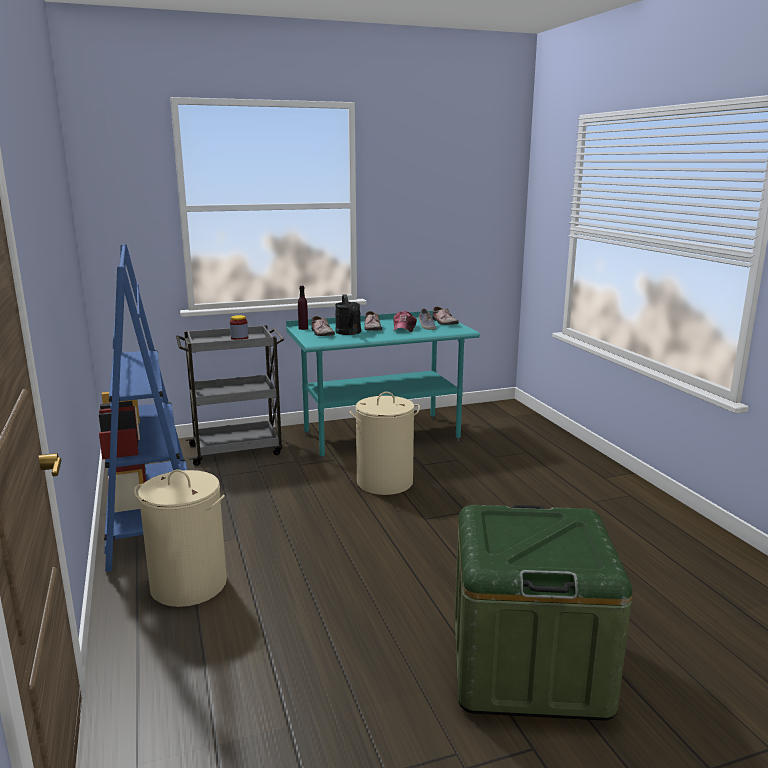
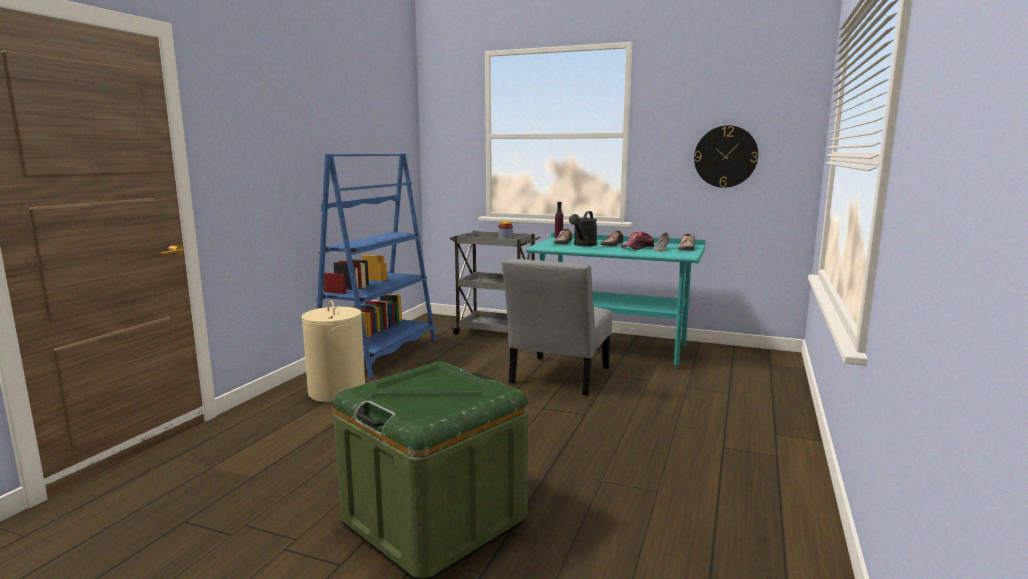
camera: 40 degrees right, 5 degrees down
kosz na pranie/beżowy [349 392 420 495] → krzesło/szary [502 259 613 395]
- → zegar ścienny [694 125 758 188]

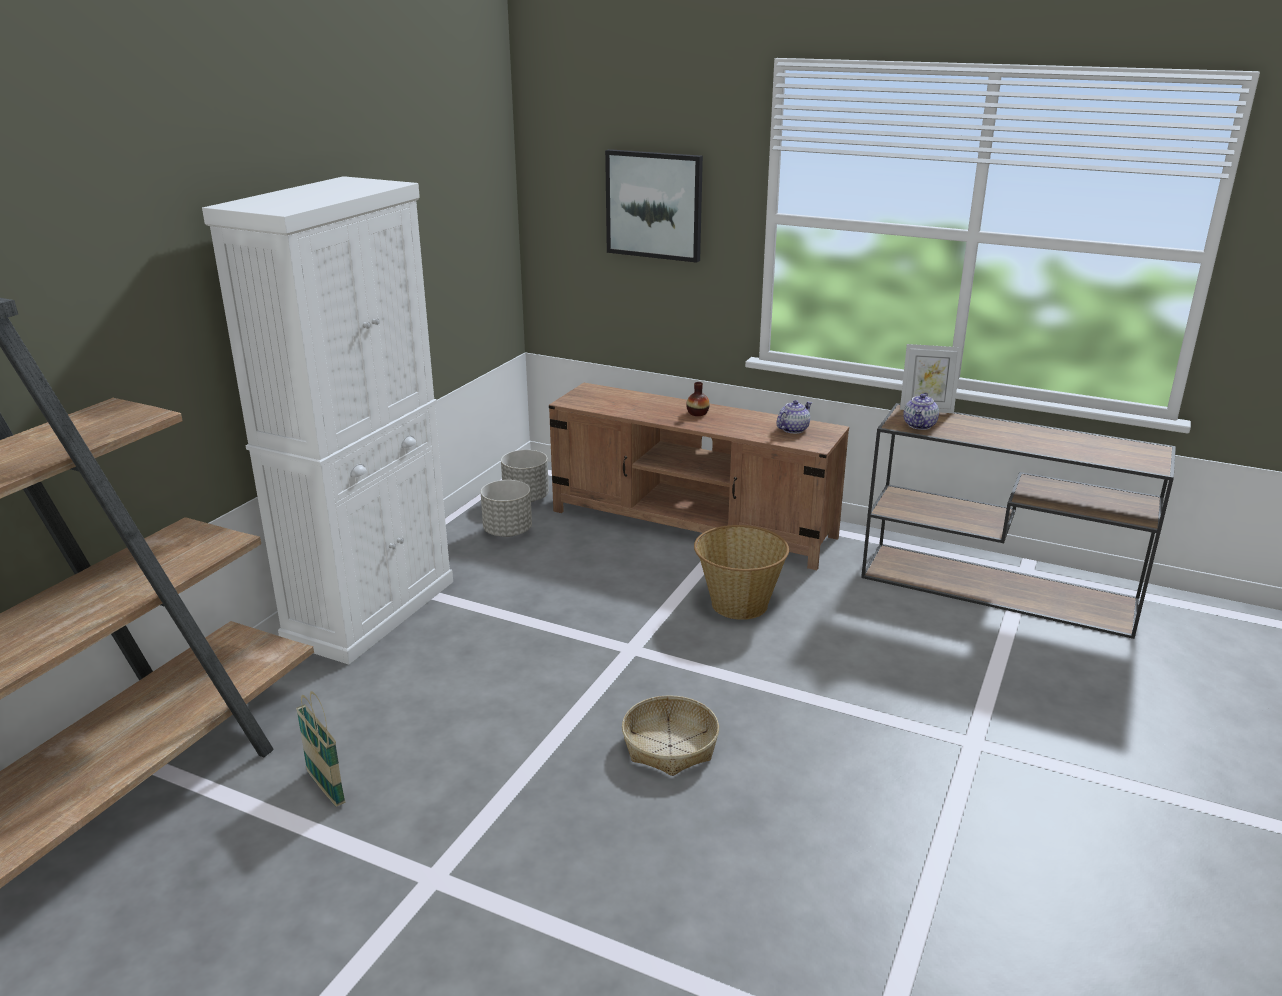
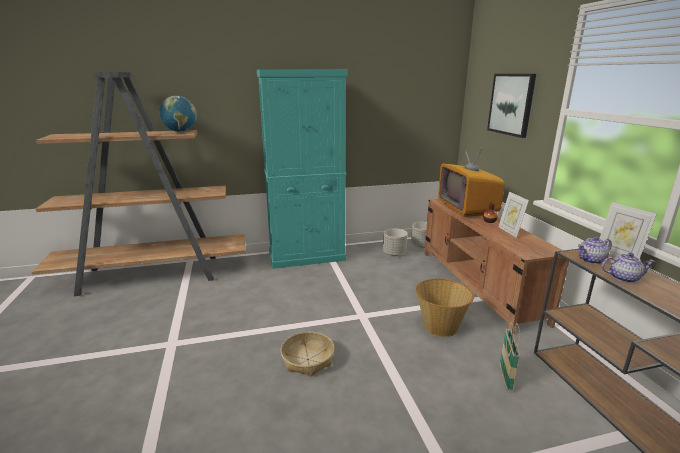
camera: 50 degrees right, 5 degrees down
szafka/biały [202 176 453 665] → szafka/turkusowy [257 69 348 269]
koszyk [296 691 345 807] → koszyk [500 323 520 391], shifted
imbryk [777 400 812 434] → imbryk [601 253 655 283], shifted
- → globus [159 96 197 132]
- → telewizor [438 145 505 217]
- → ramka na zdjęcie [499 192 529 238]

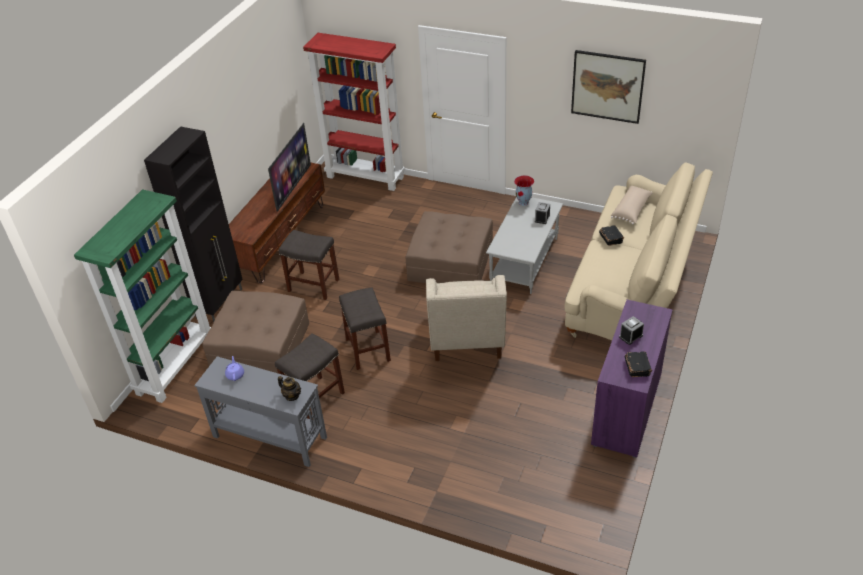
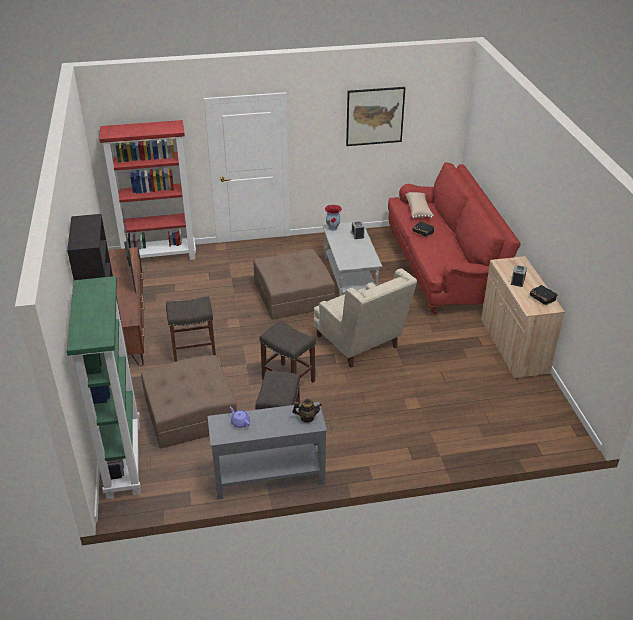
camera: 35 degrees left, 5 degrees down
kanapa/beżowy [565 162 713 340] → kanapa/czerwony [388 162 521 315]
szafka/fioletowy [591 300 673 458] → szafka/beżowy [481 256 565 379]

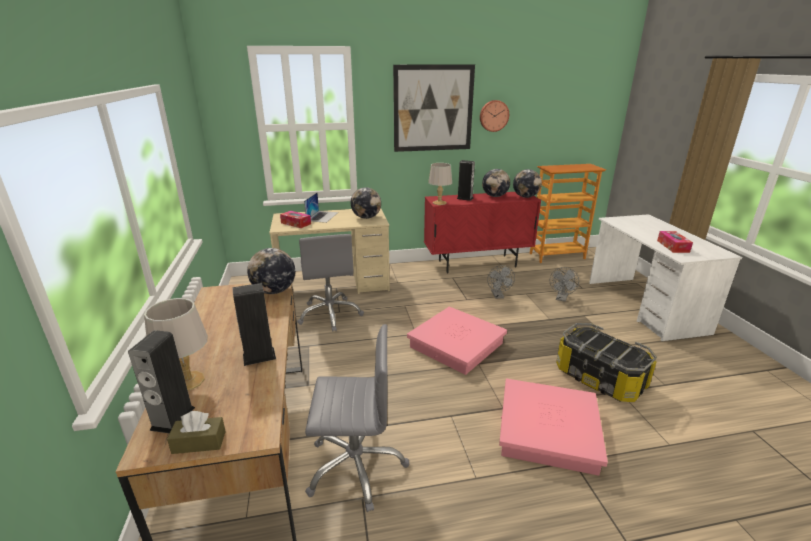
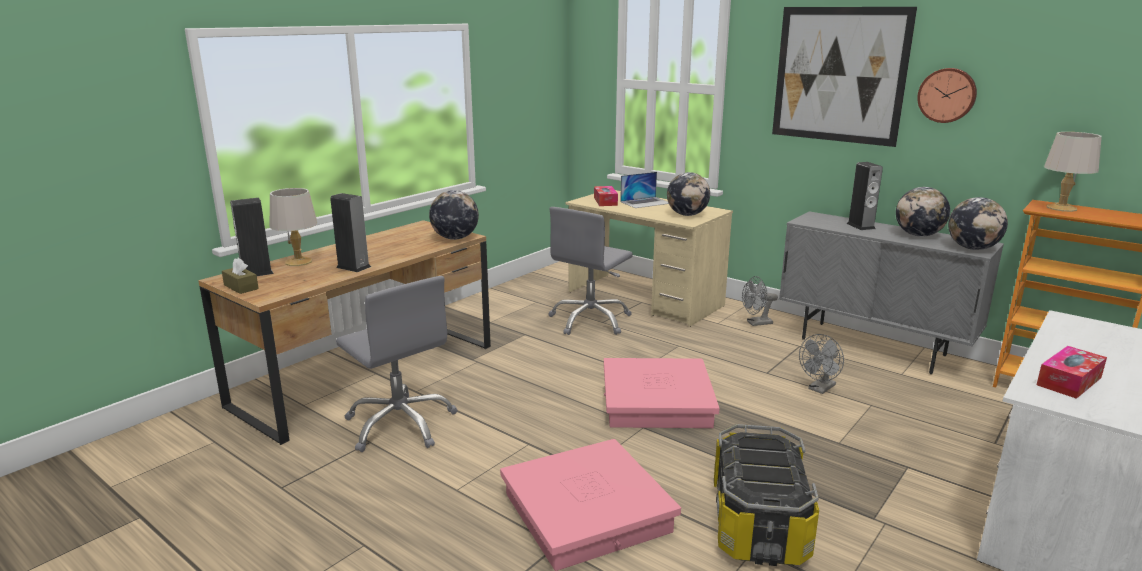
camera: 50 degrees right, 5 degrees down
szafka/czerwony [424 192 541 273] → szafka/szary [779 211 1004 374]
lampa stołowa/szary [428 163 452 205] → lampa stołowa/szary [1044 132 1102 212], shifted
wentylator/szary [550 267 579 302] → wentylator/szary [742 276 778 326], shifted

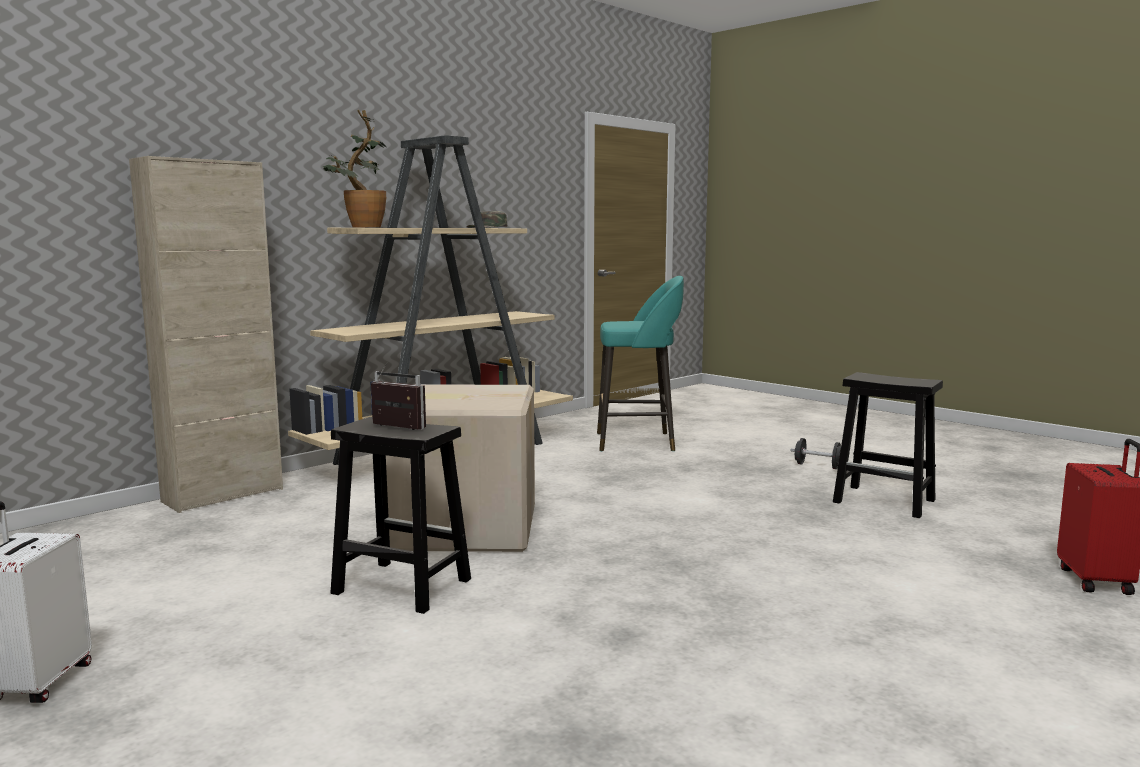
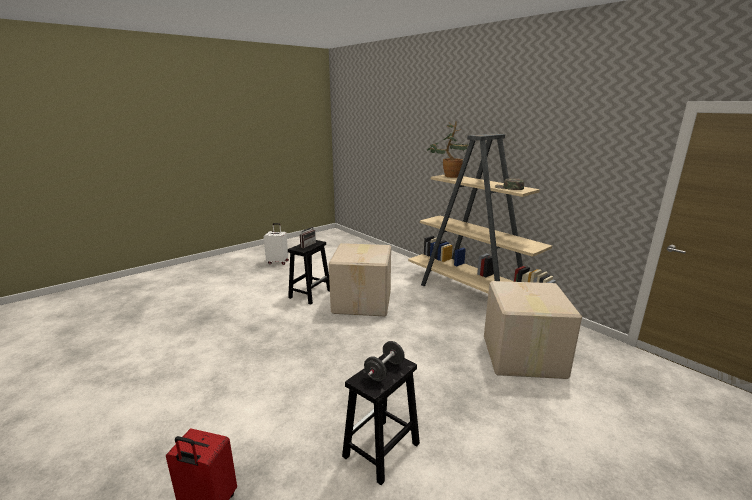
camera: 95 degrees right, 10 degrees up
szafka/beżowy [129 156 283 513] → -
stołek/turkusowy [597 276 684 451] → karton [484 281 582 379]
hantel/czarny [791 438 841 469] → hantel/czarny [364 341 405 381], shifted

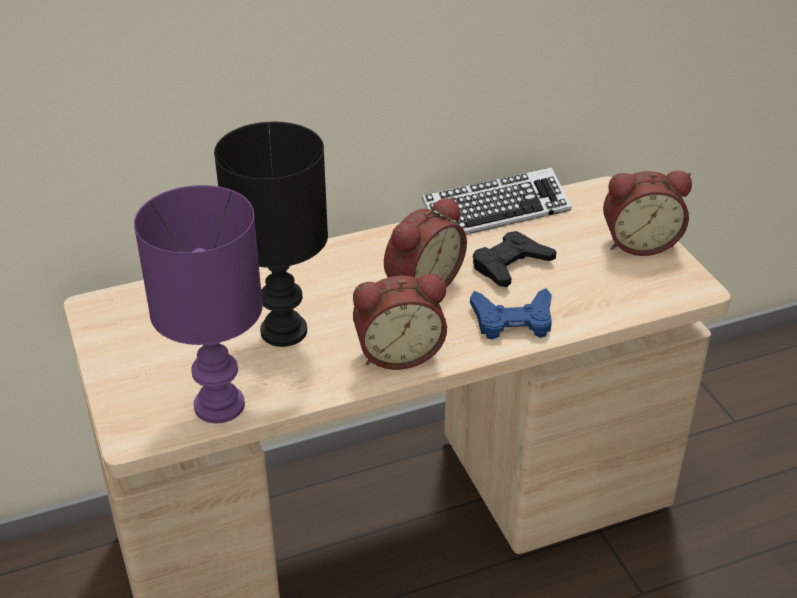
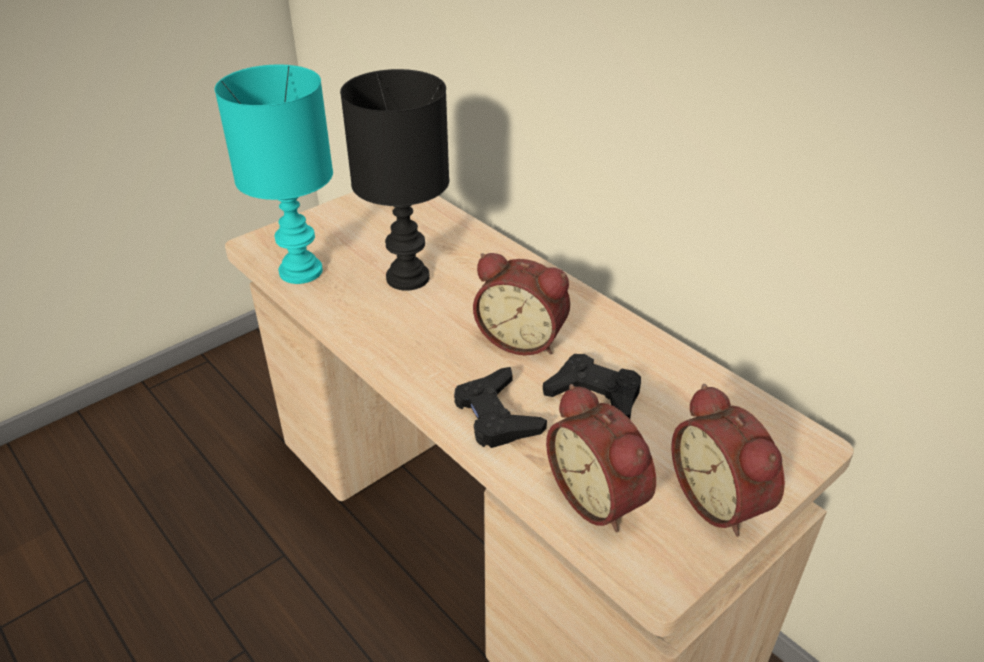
camera: 70 degrees right, 0 degrees up
lampa stołowa/fioletowy [134 185 263 423] → lampa stołowa/turkusowy [215 65 333 284]
budzik [353 274 447 370] → budzik [546 384 656 533], shifted
klawiatura [422 167 572 235] → -
pad do gier/niebieski [470 288 552 340] → pad do gier/czarny [454 367 547 448]

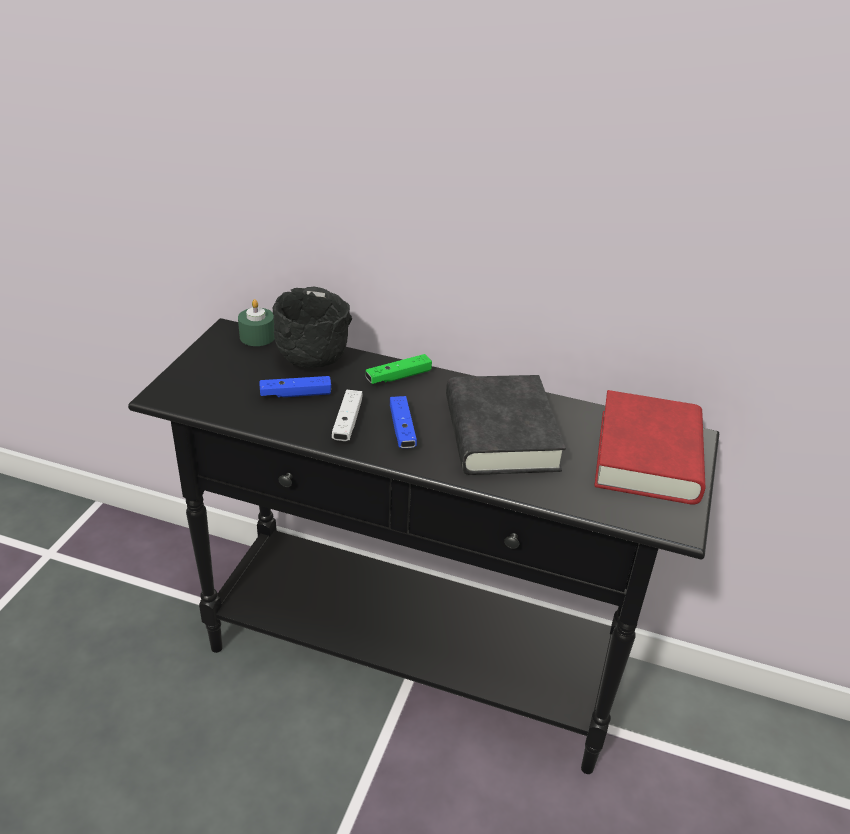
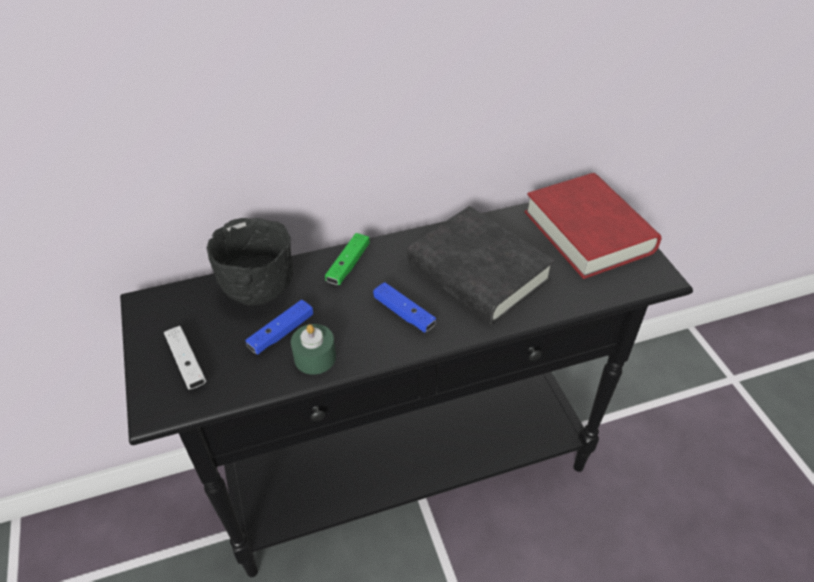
camera: 35 degrees left, 10 degrees up
świeca/zielony [238 299 275 346] → świeca/zielony [291 324 336 375], shifted
pad do gier/biały [332 390 362 441] → pad do gier/biały [164 326 207 390], shifted

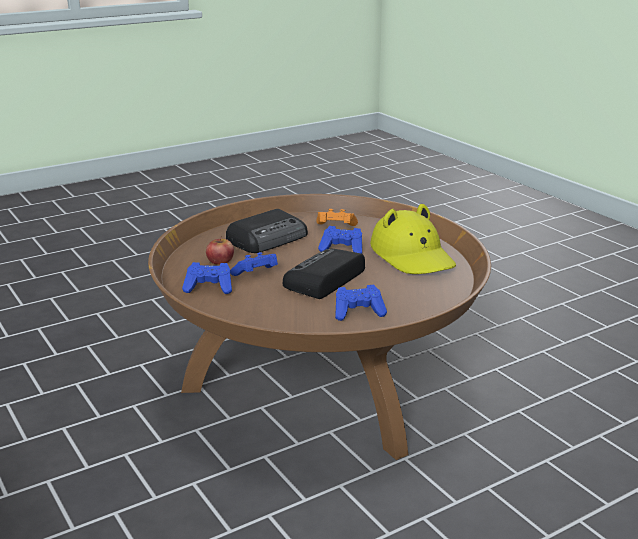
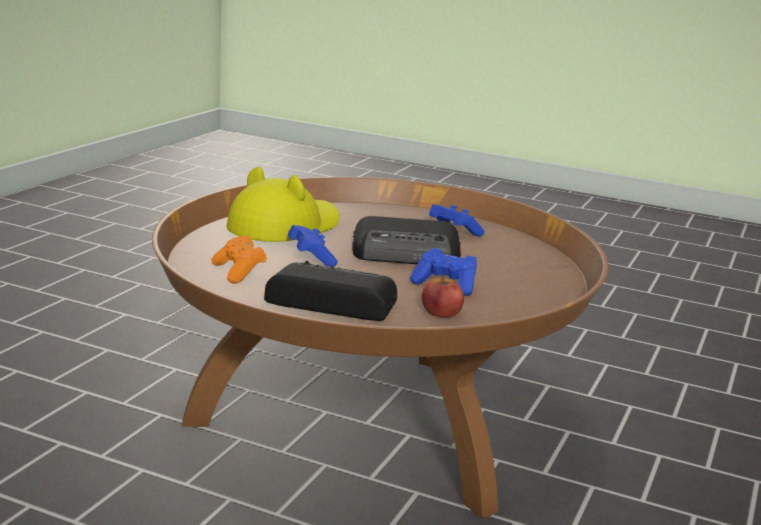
camera: 125 degrees left, 5 degrees down
pad do gier/niebieski [182 262 232 294] → -

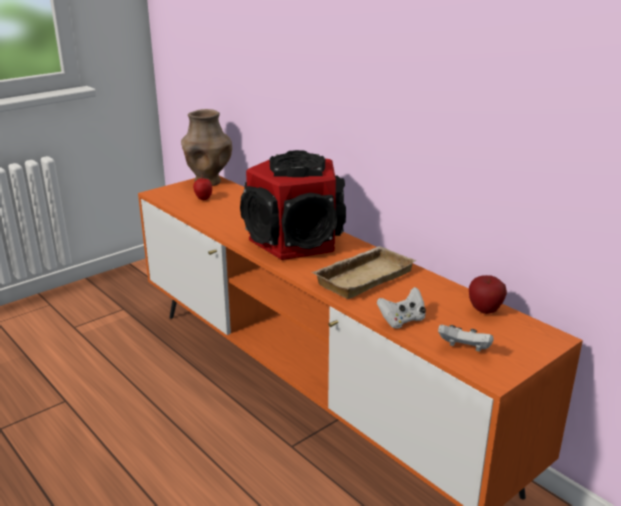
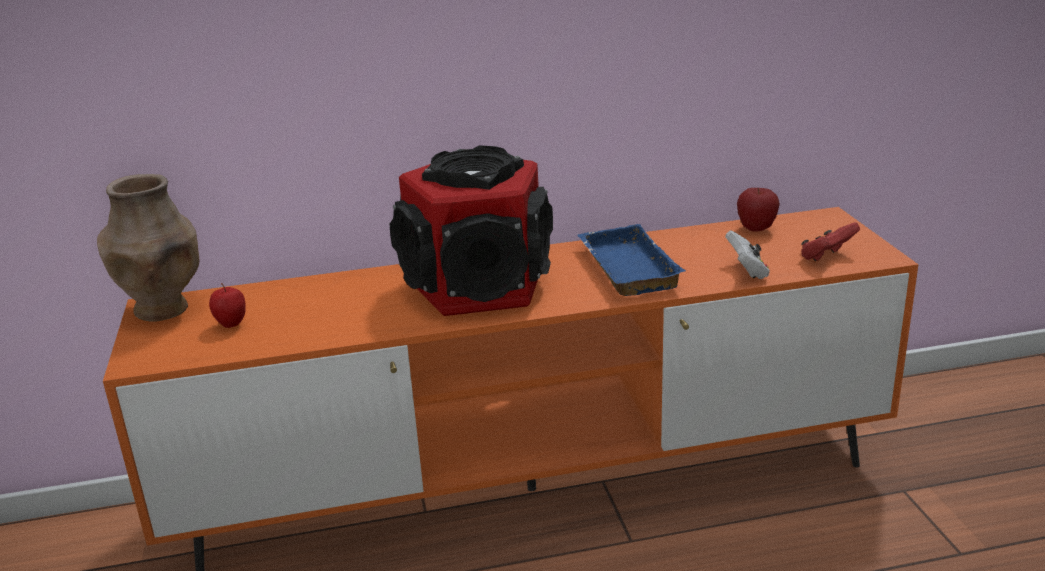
camera: 60 degrees left, 0 degrees up
taca/beżowy [311 246 416 299] → taca/niebieski [577 224 685 296]
pad do gier/biały [438 325 494 352] → pad do gier/czerwony [801 222 860 261]

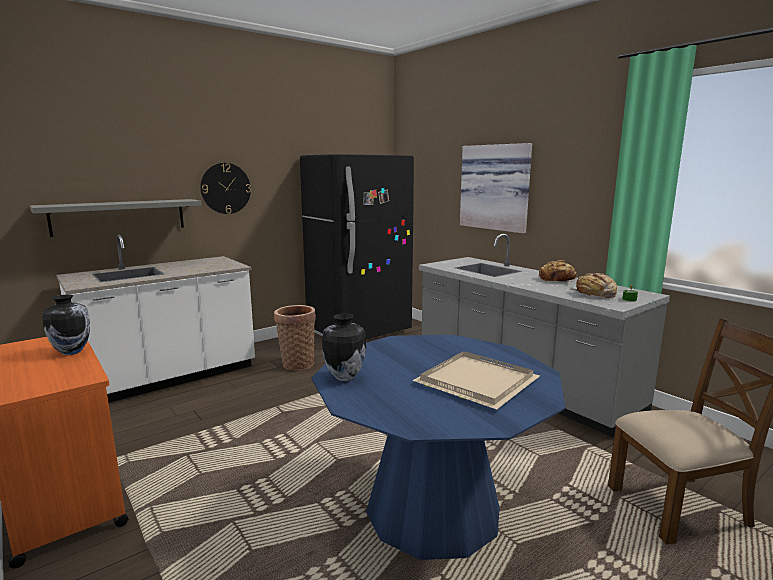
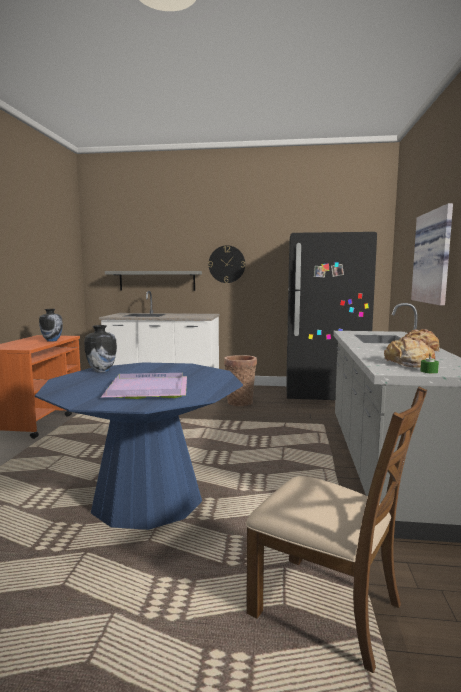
camera: 45 degrees right, 5 degrees down
taca/beżowy [412 351 540 409] → taca/fioletowy [101 373 187 399]

